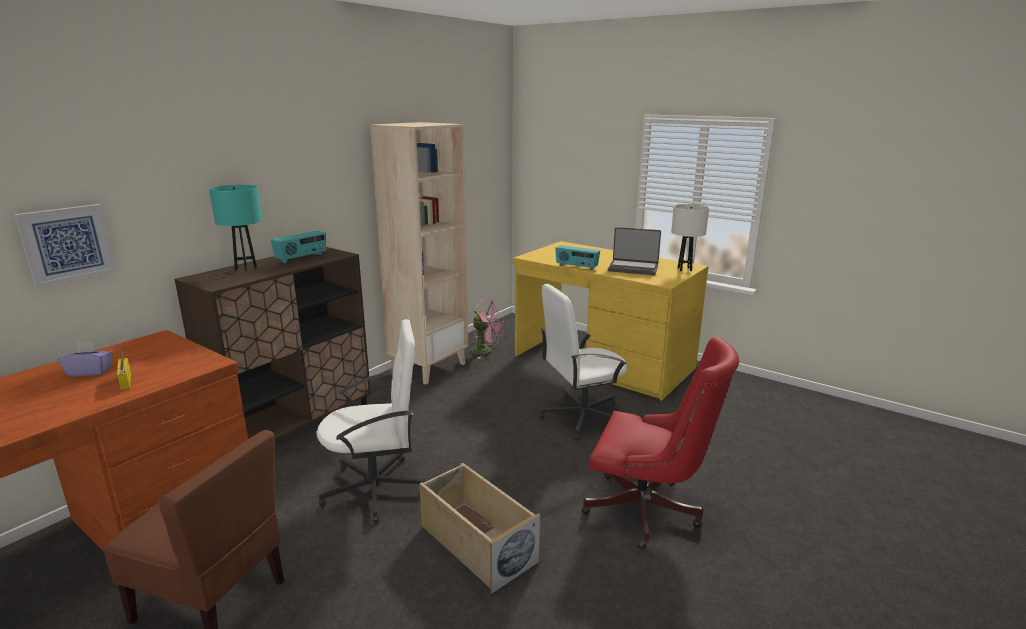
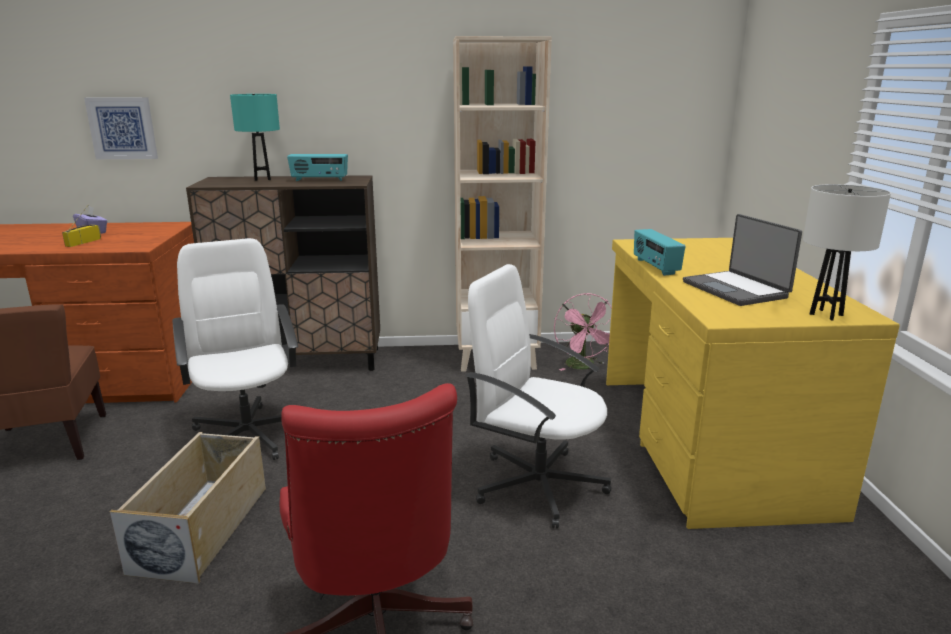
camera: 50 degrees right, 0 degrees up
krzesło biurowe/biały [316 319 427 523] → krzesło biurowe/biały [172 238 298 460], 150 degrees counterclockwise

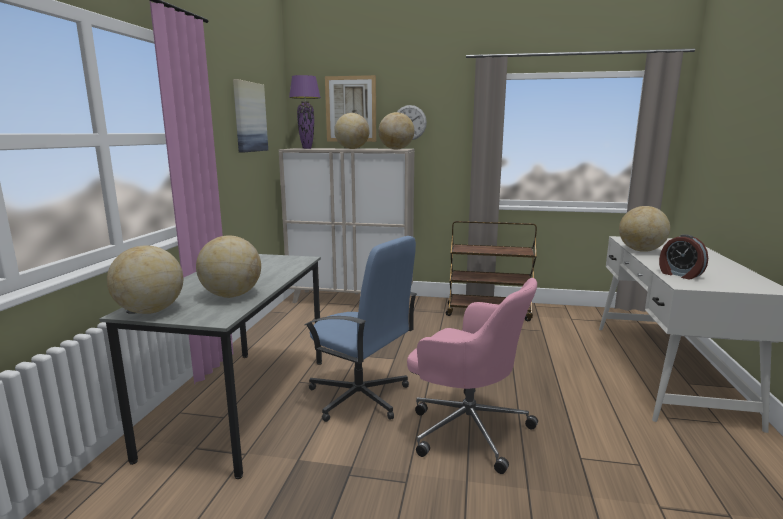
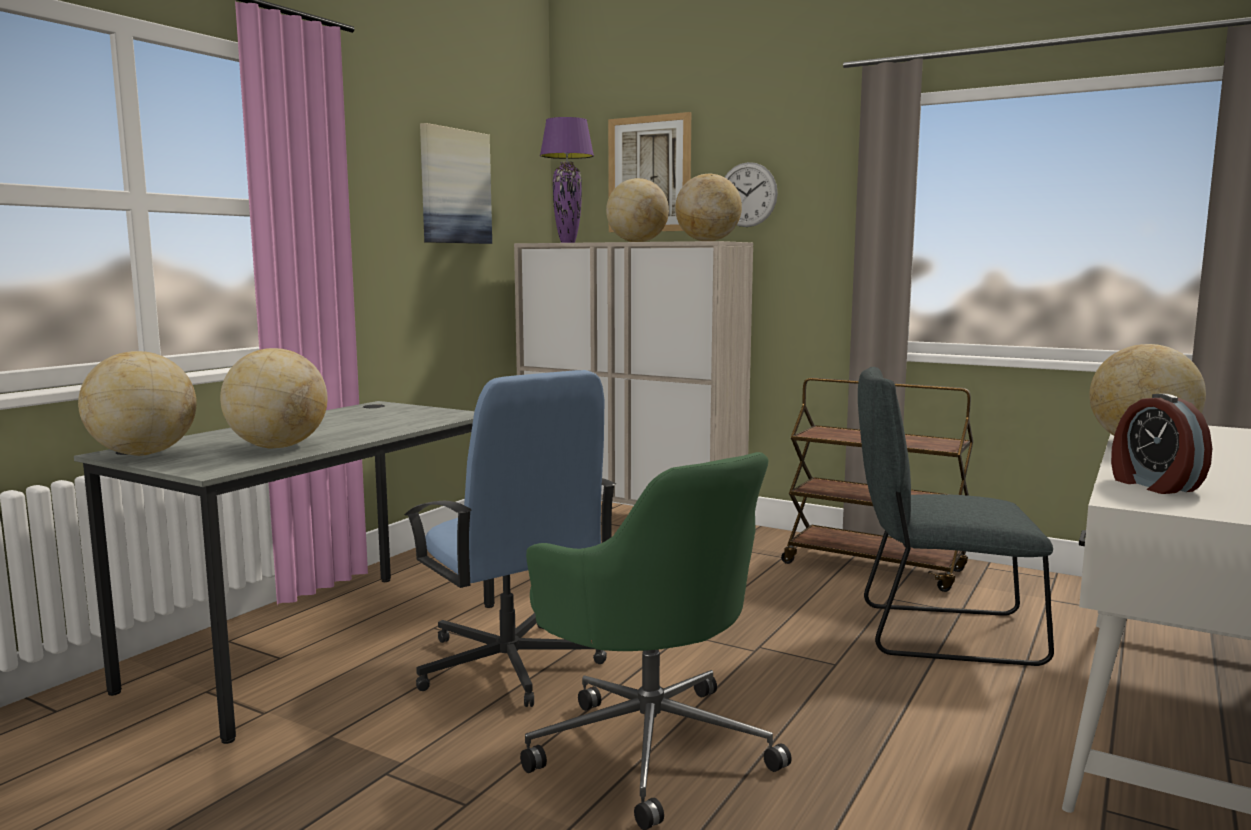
camera: 20 degrees right, 5 degrees down
krzesło biurowe/różowy [407 278 538 474] → krzesło biurowe/zielony [520 452 792 830]
- → krzesło/szary [858 367 1054 666]

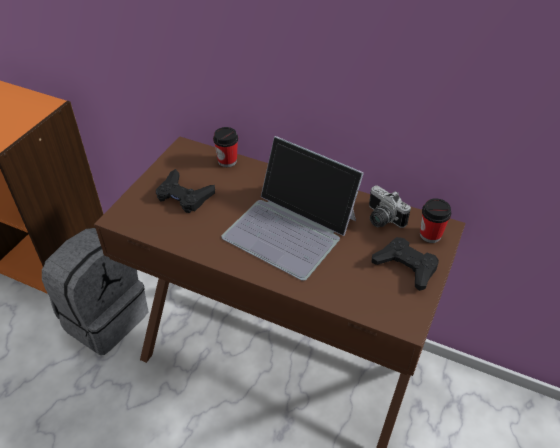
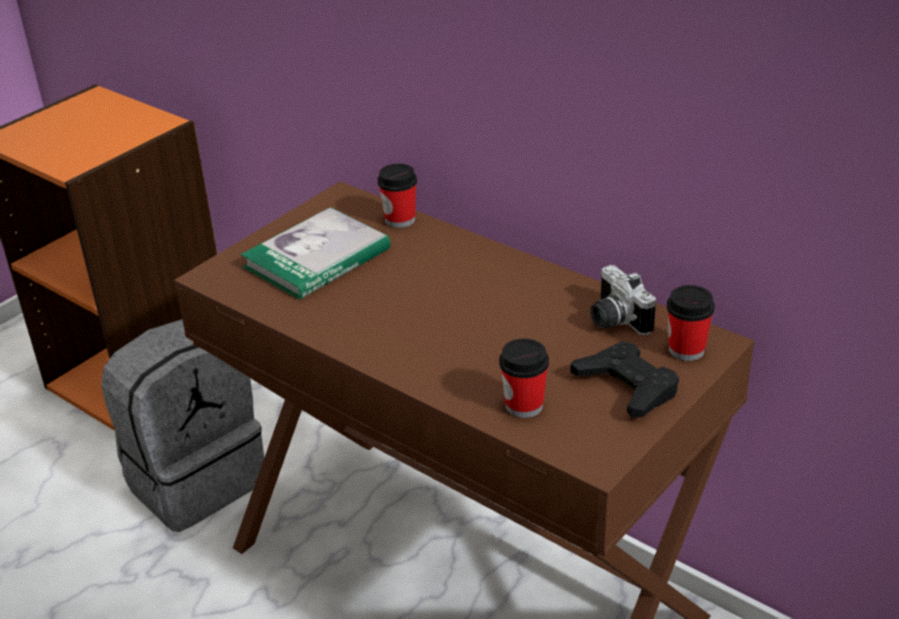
camera: 15 degrees right, 10 degrees down
pad do gier/czarny [156 169 215 213] → książka [241 207 390 300]
laptop [221 136 364 281] → -
- → filiżanka [499 338 549 418]

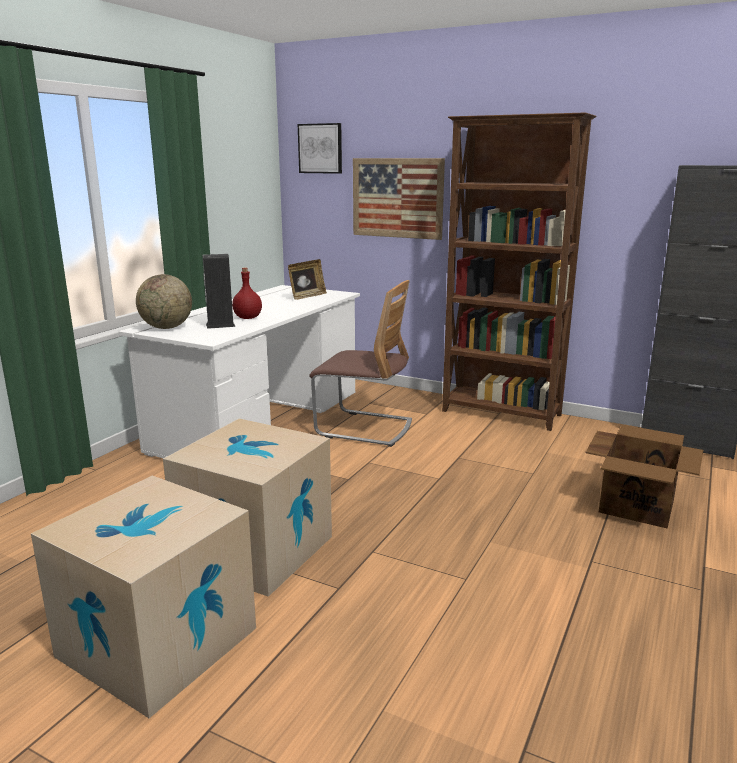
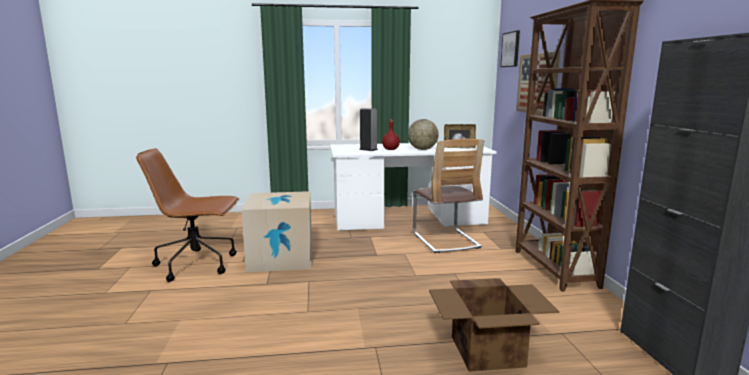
camera: 55 degrees right, 5 degrees down
karton [31 475 256 718] → krzesło biurowe/brązowy [136 148 239 282]
globus [136 274 192 329] → globus [408 119 439 150], shifted

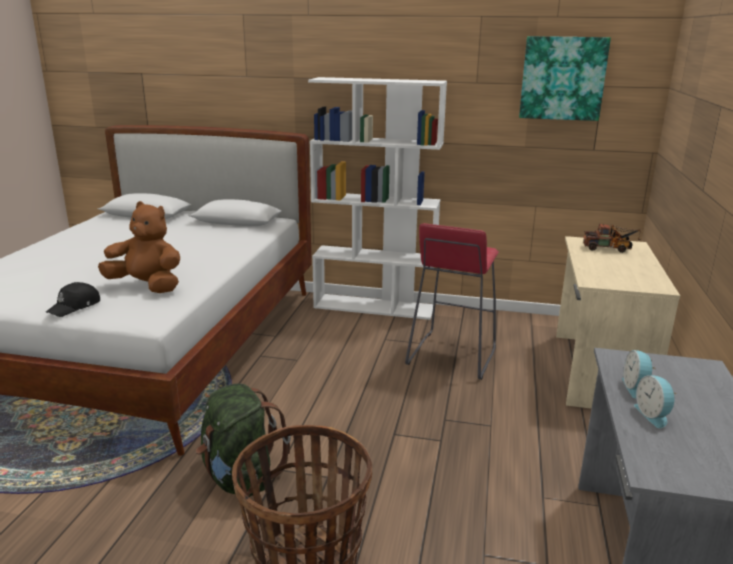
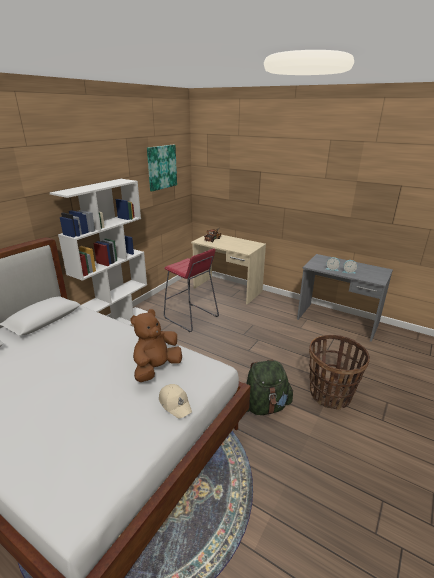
camera: 70 degrees left, 5 degrees up
czapka z daszkiem/czarny [46 282 100 317] → czapka z daszkiem/beżowy [159 384 192 419]

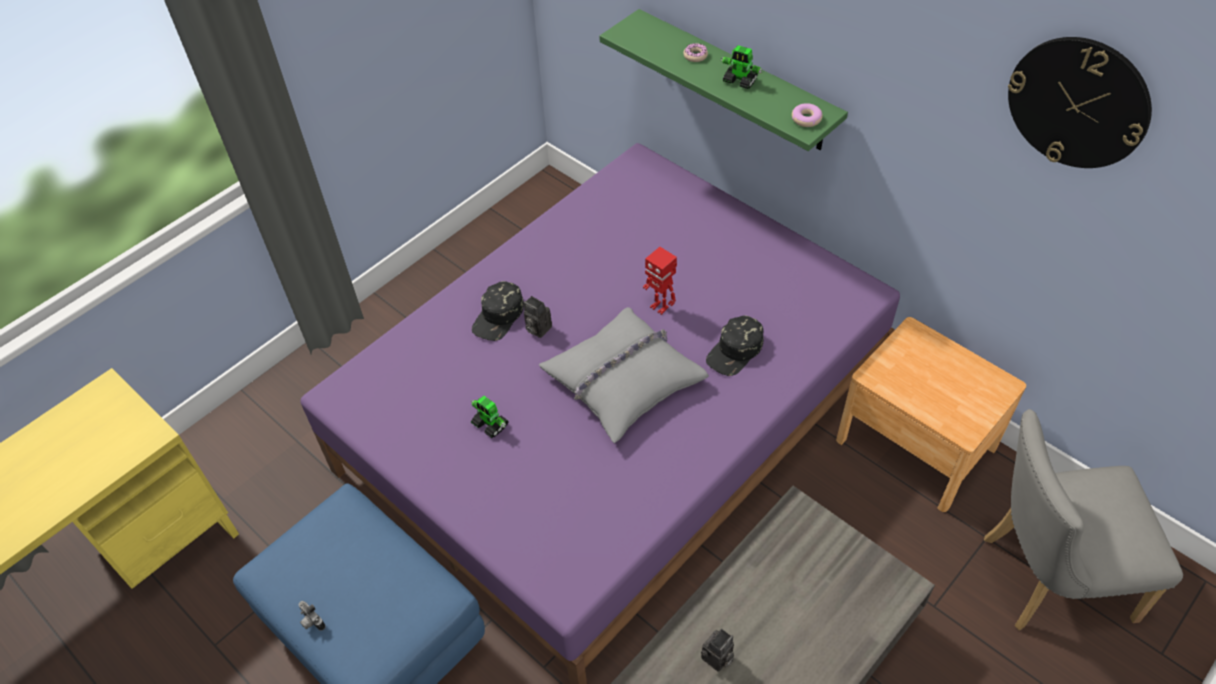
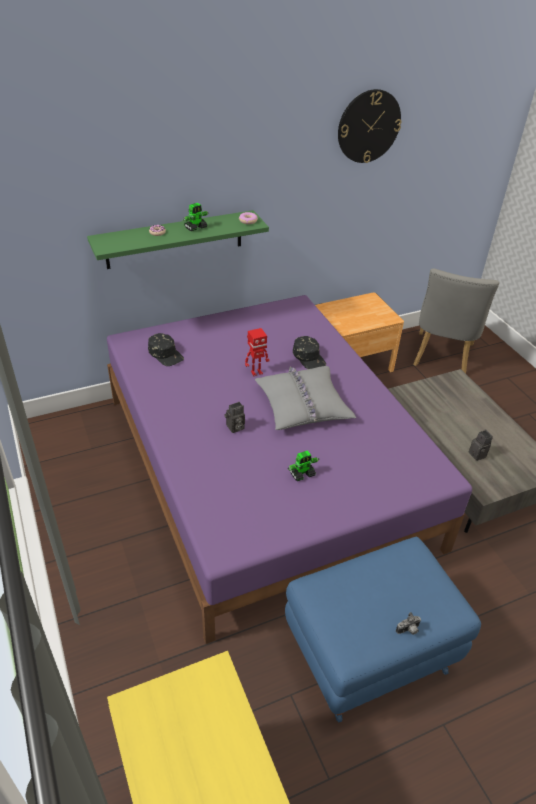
camera: 70 degrees left, 10 degrees down
czapka z daszkiem/czarny [472 281 524 341] → czapka z daszkiem/czarny [148 333 184 366], shifted

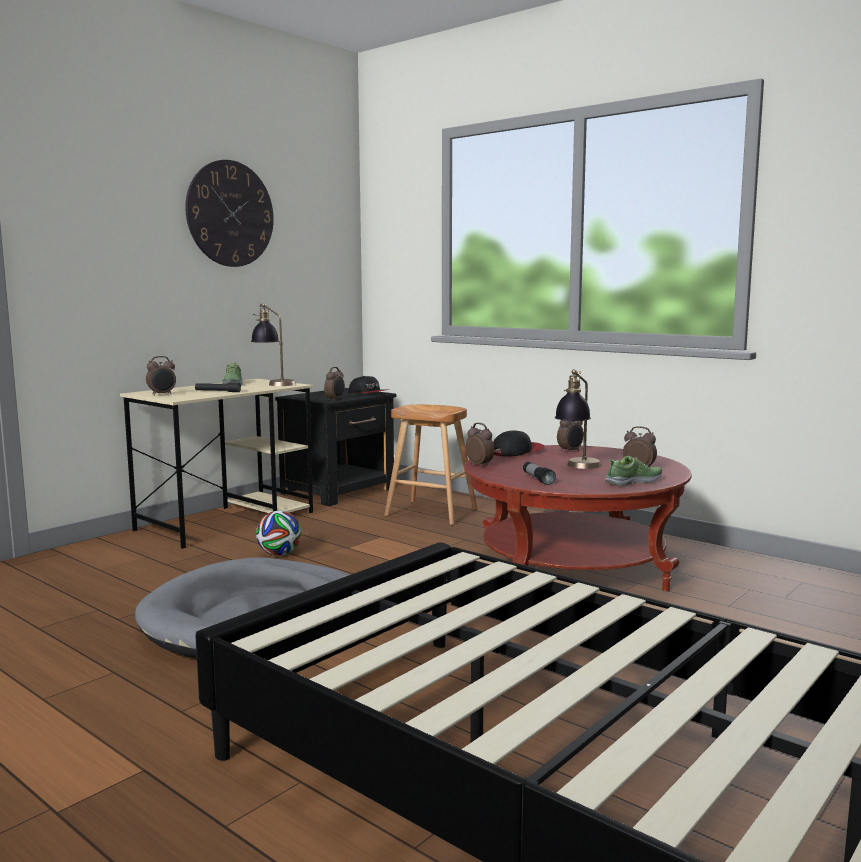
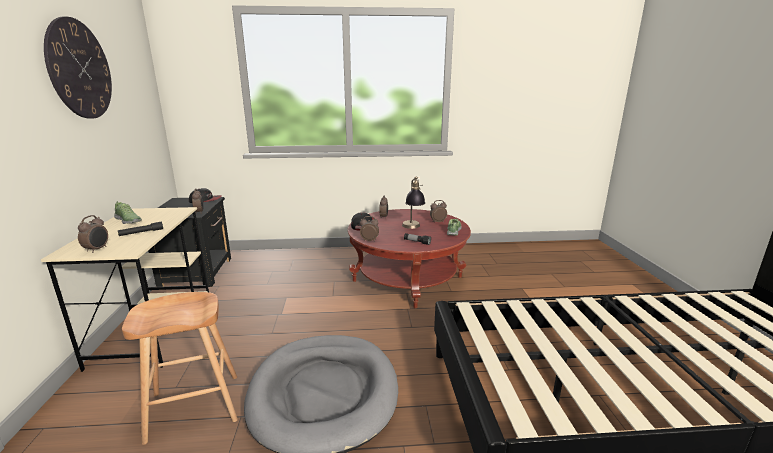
camera: 45 degrees left, 10 degrees up
lampa stołowa [251 303 296 386] → -
piłka futbolowa [256 511 301 556] → -
stołek/brązowy [384 405 477 525] → stołek/brązowy [122 292 238 445], shifted

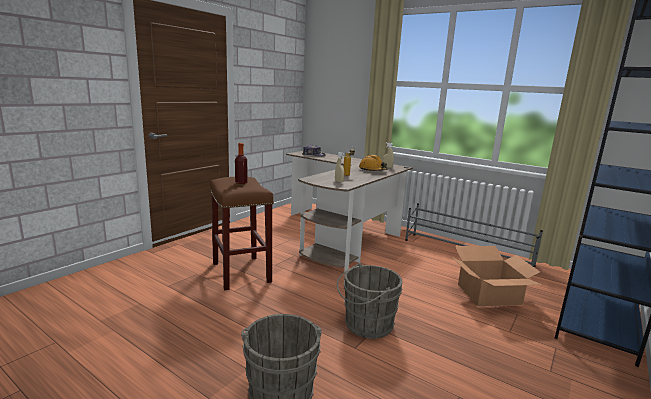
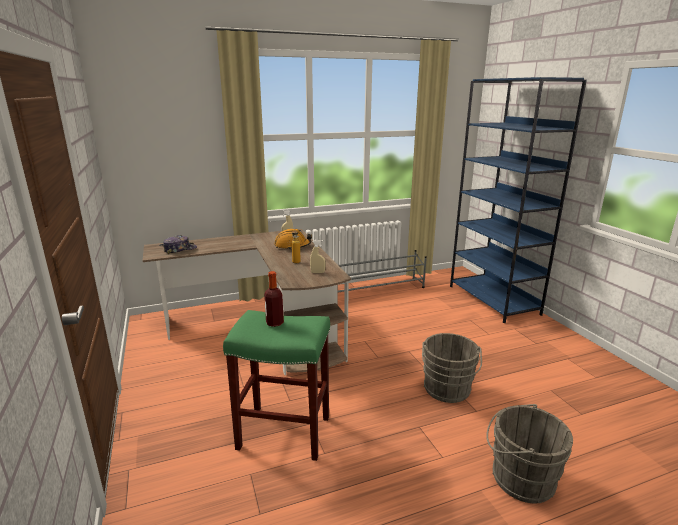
camera: 55 degrees left, 5 degrees up
stołek/brązowy [210 177 274 290] → stołek/zielony [223 310 330 461]
karton [452 246 542 306] → -

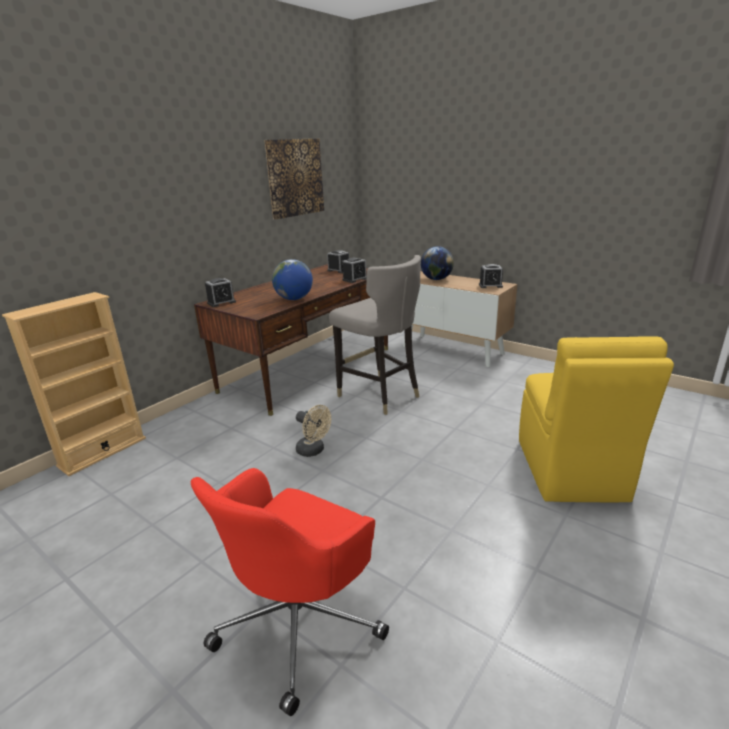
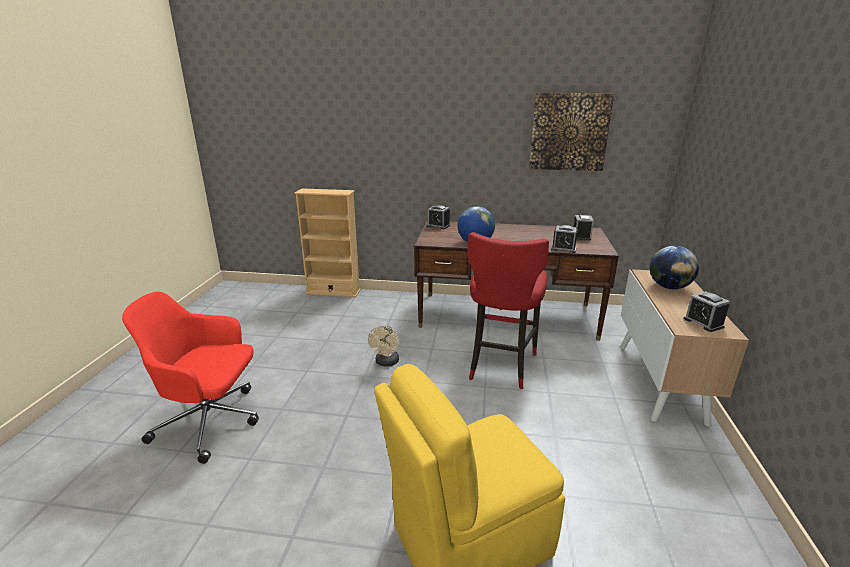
camera: 60 degrees right, 0 degrees up
stołek/szary [329 255 421 415] → stołek/czerwony [467 232 549 389]

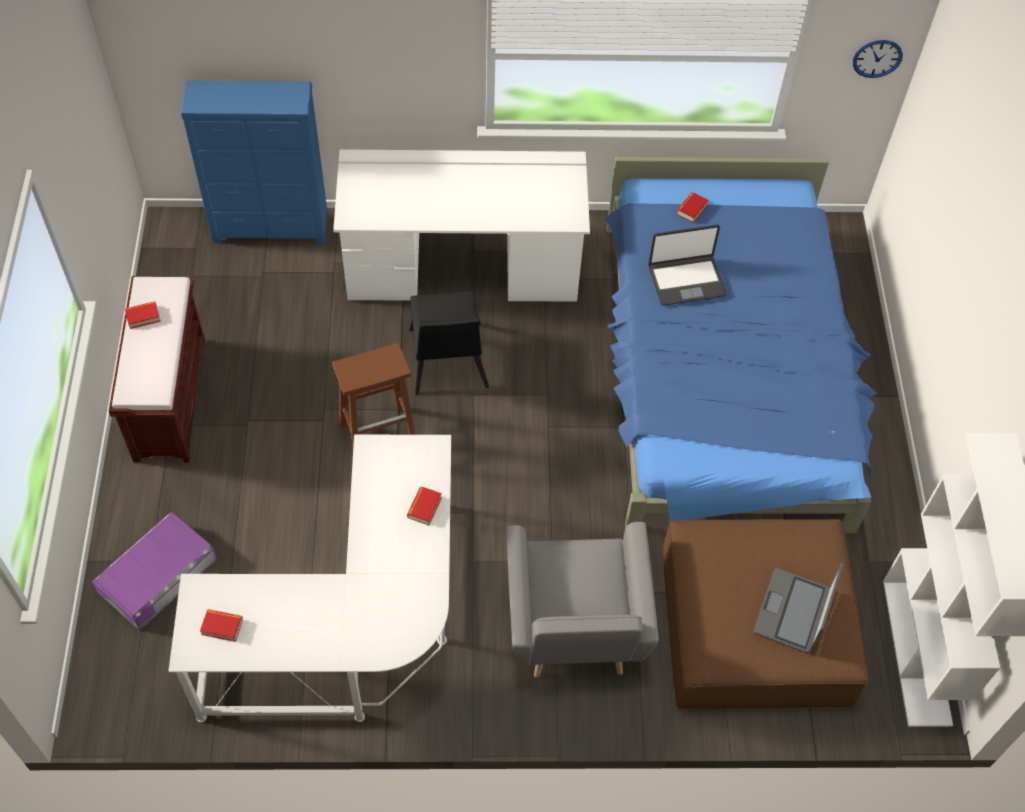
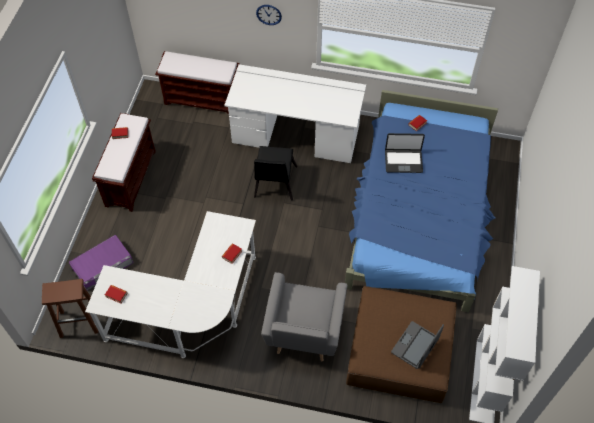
camera: 15 degrees right, 0 degrees up
komoda/niebieski [181 81 328 244] → ławka/brązowy [155 51 239 114]
stołek/brązowy [332 343 416 453] → stołek/brązowy [42 279 98 338], shifted
zegar ścienny [853 40 903 78] → zegar ścienny [256 5 282 25], shifted

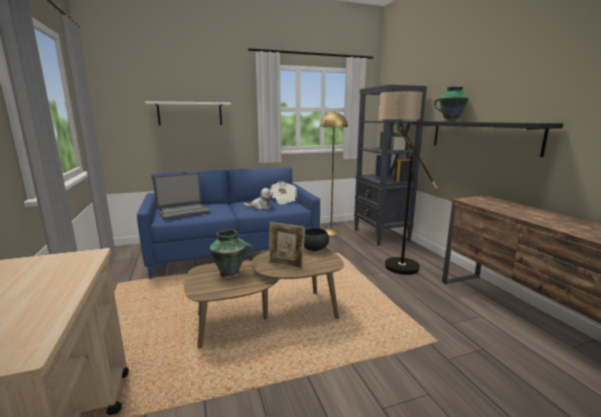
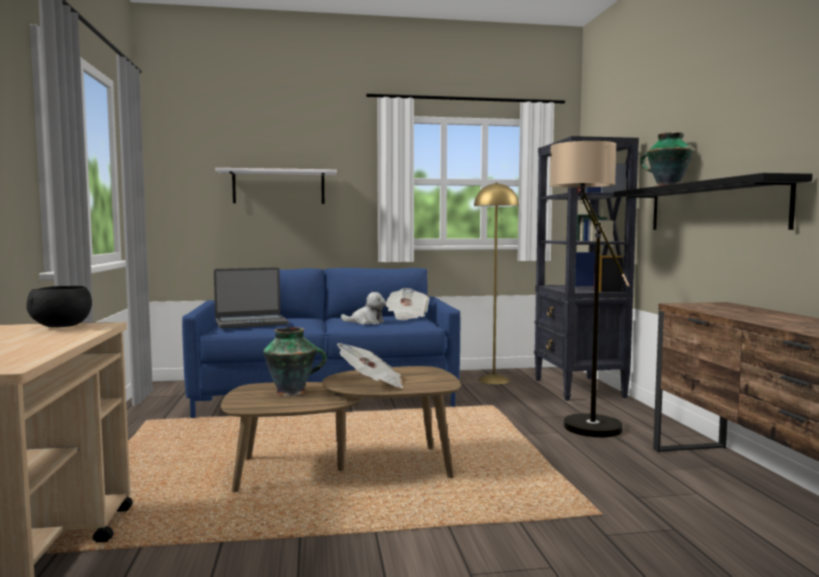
camera: 10 degrees right, 10 degrees down
ramka na zdjęcie [269 222 305 270] → gazeta [337 343 403 388]
miska/czarny [304 228 329 251] → miska/czarny [26 286 92 327], shifted

